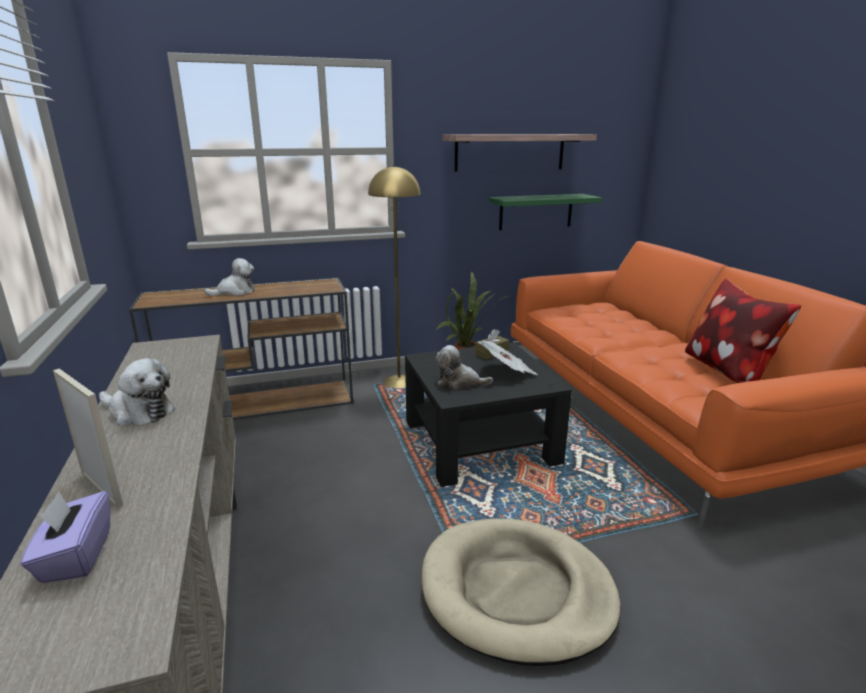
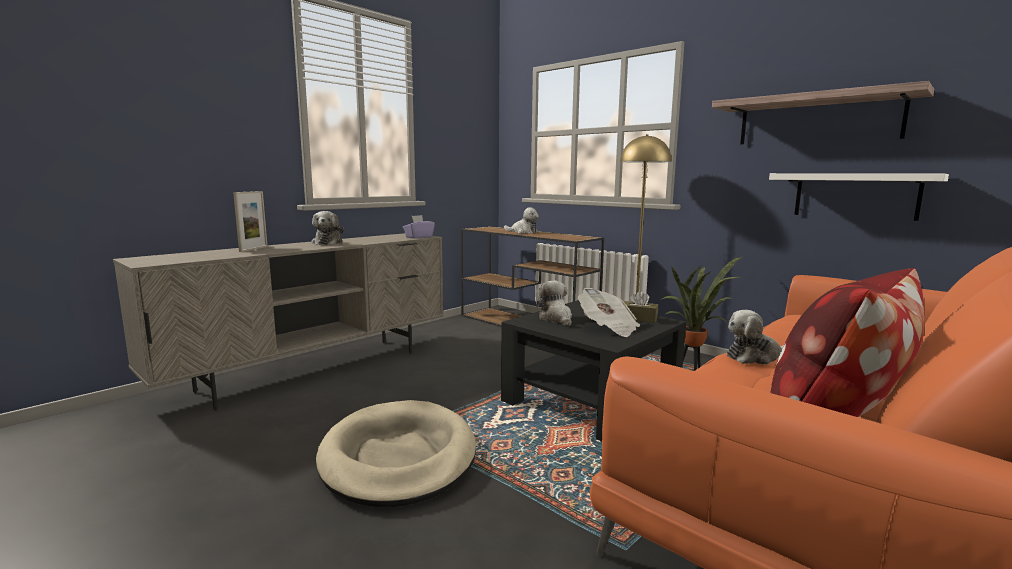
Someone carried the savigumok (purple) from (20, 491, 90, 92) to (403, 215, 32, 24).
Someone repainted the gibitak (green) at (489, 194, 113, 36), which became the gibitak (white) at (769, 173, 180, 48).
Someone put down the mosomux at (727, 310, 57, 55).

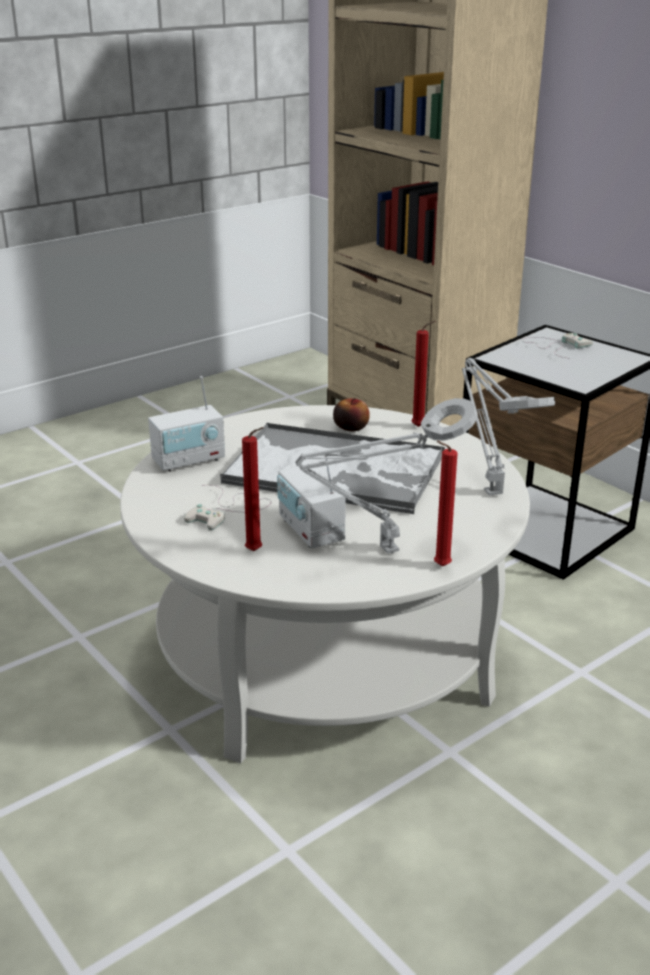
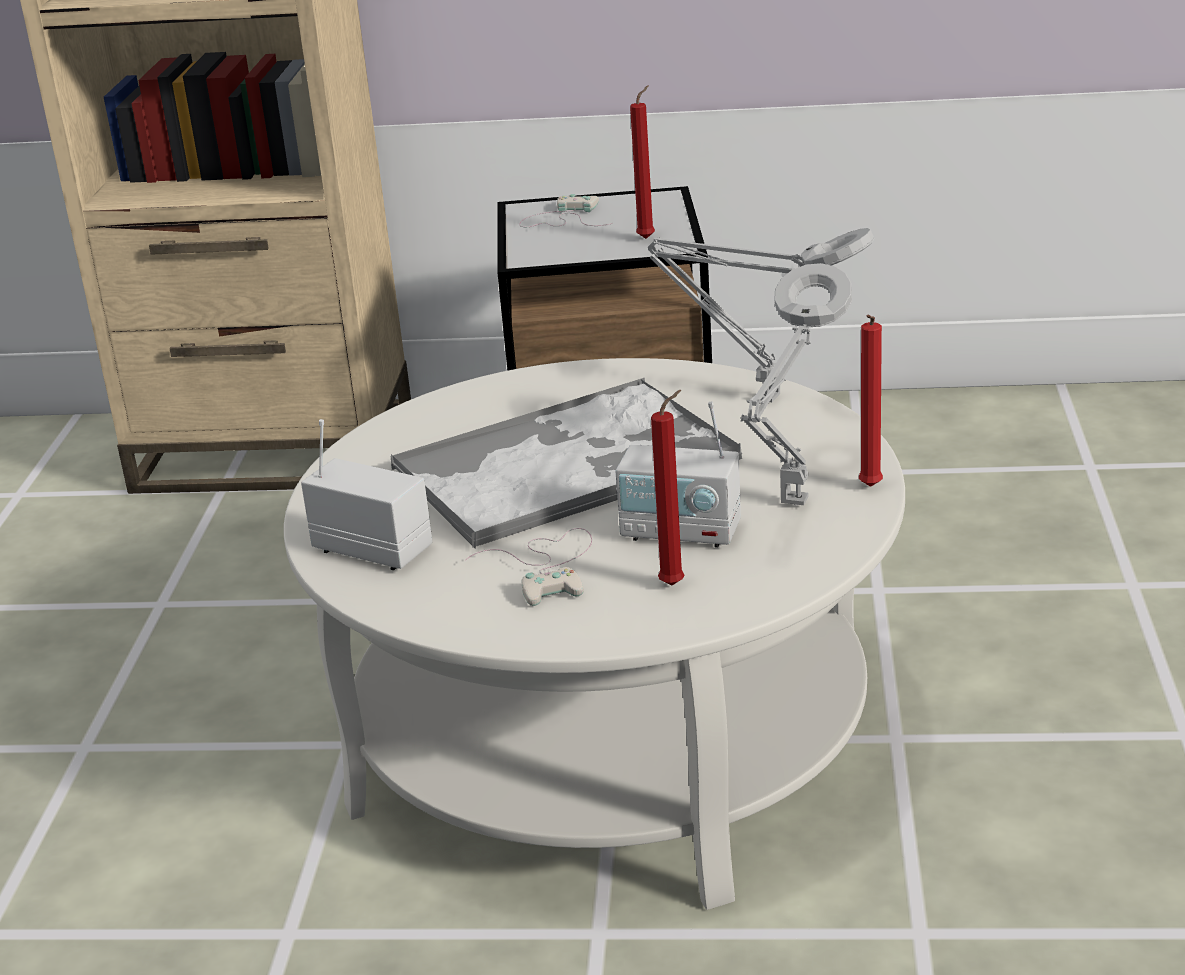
Someone rotated the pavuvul at (148, 376, 77, 96) by 75 degrees counterclockwise.
Someone took away the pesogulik at (333, 398, 37, 33).
Someone carried the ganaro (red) from (412, 321, 23, 106) to (630, 85, 25, 154).

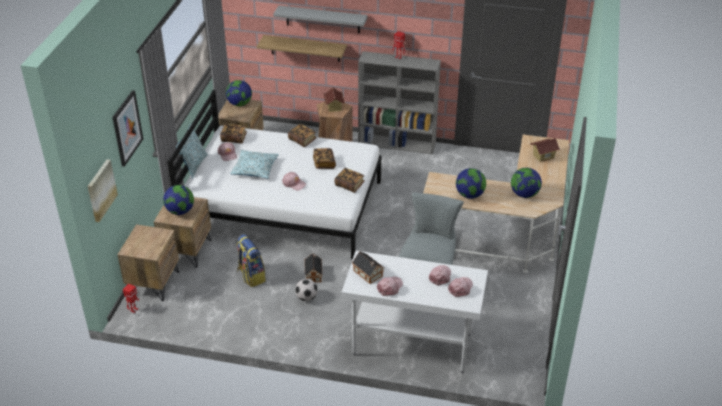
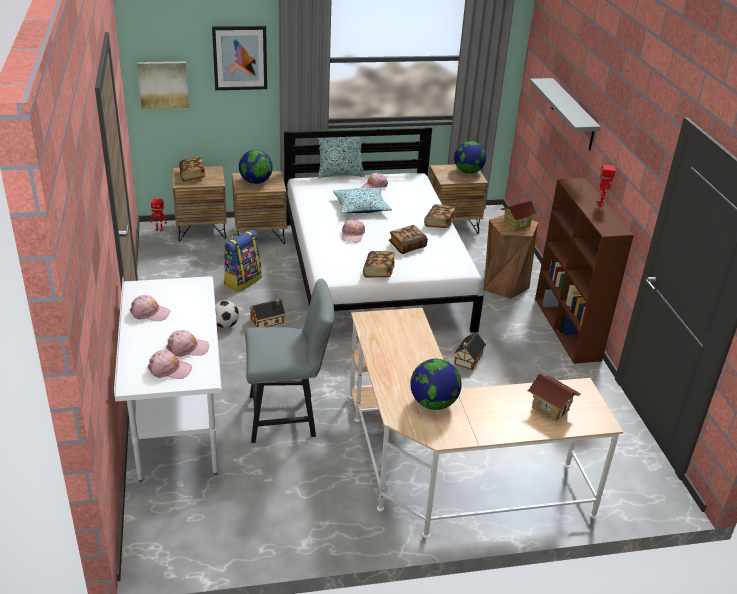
Someone carried the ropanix from (220, 124, 27, 20) to (179, 157, 26, 24).
Someone took away the gibitak at (256, 35, 91, 27).
Someone carried the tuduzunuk from (352, 251, 32, 33) to (454, 332, 32, 38).
Someone repainted the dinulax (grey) at (358, 51, 83, 103), which became the dinulax (brown) at (535, 178, 99, 186).
Someone took away the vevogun at (456, 168, 30, 31).

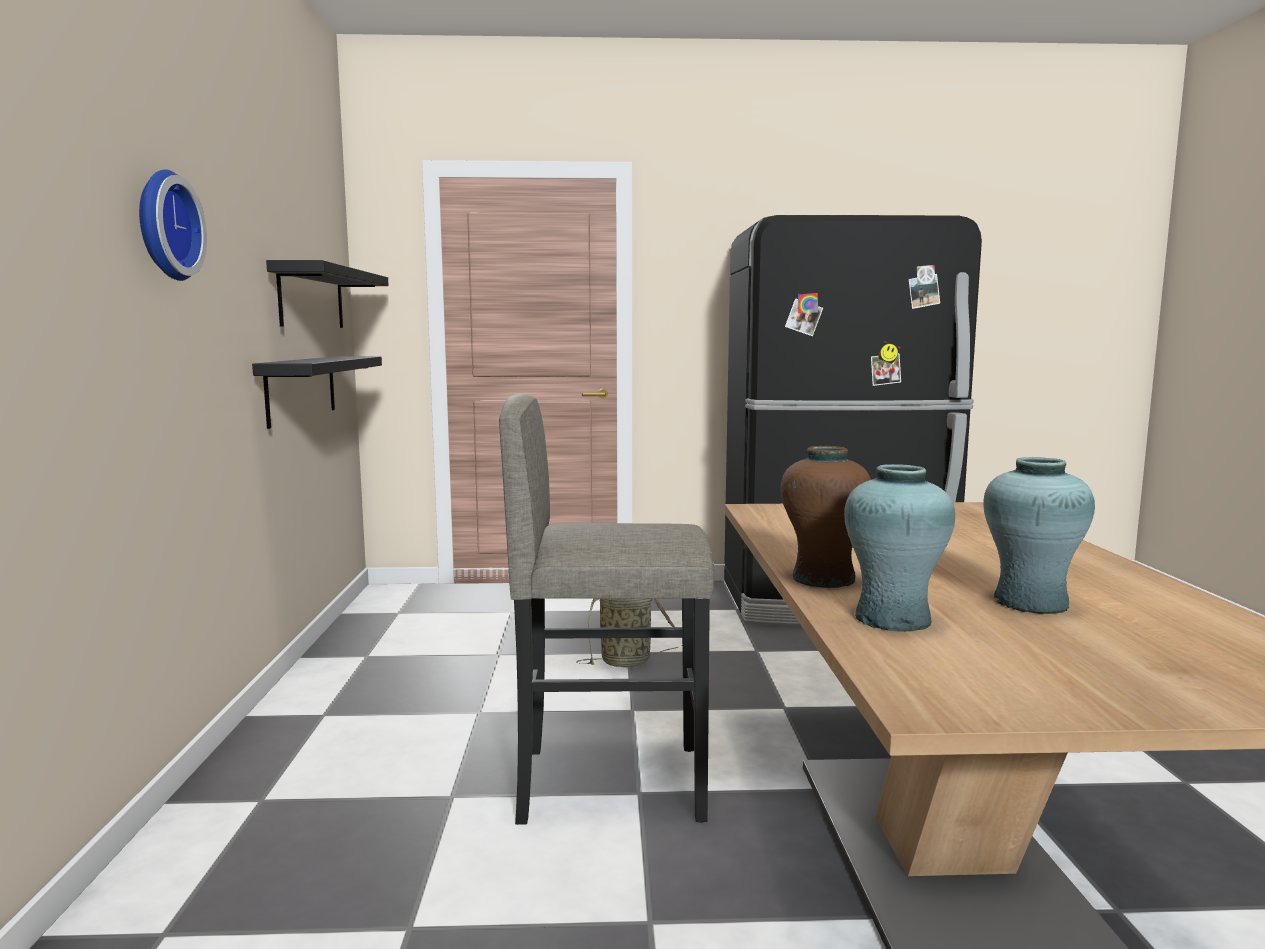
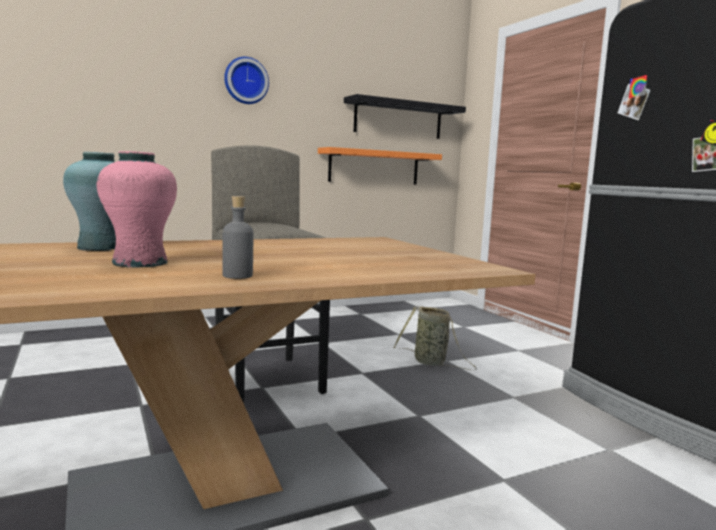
Someone repainted the gibitak (black) at (252, 356, 130, 73), which became the gibitak (orange) at (318, 147, 124, 38).
Someone took away the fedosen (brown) at (780, 446, 91, 142).
Someone repainted the fedosen (turquoise) at (984, 457, 111, 157), which became the fedosen (pink) at (97, 151, 80, 117).
Someone put down the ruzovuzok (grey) at (222, 196, 31, 83).

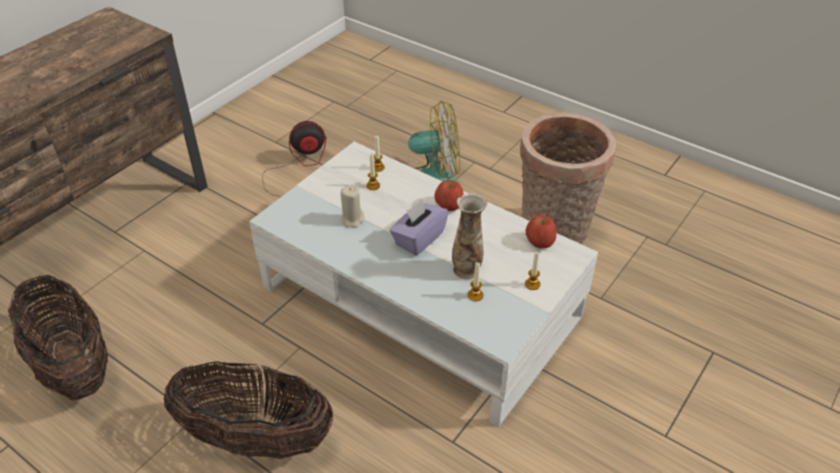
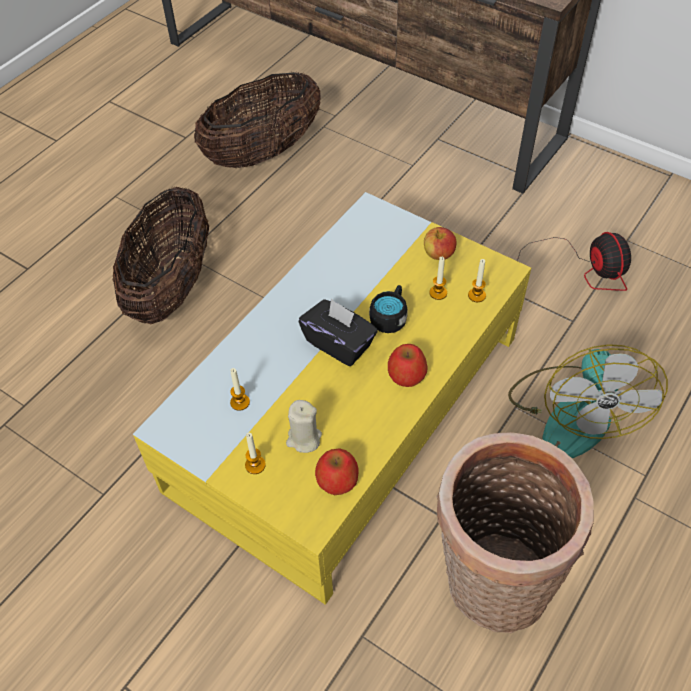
Someone repainted the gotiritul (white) at (249, 142, 349, 285), which became the gotiritul (yellow) at (133, 192, 398, 413).
Someone carried the ganaro (beige) from (340, 186, 24, 42) to (286, 400, 36, 53).
Someone repainted the savigumok (purple) at (390, 199, 59, 56), which became the savigumok (black) at (298, 298, 80, 68).
Someone took away the fedosen at (452, 192, 35, 87).
Someone put down the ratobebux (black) at (369, 285, 39, 48).
Someone put down the pesogulik at (424, 227, 33, 33).

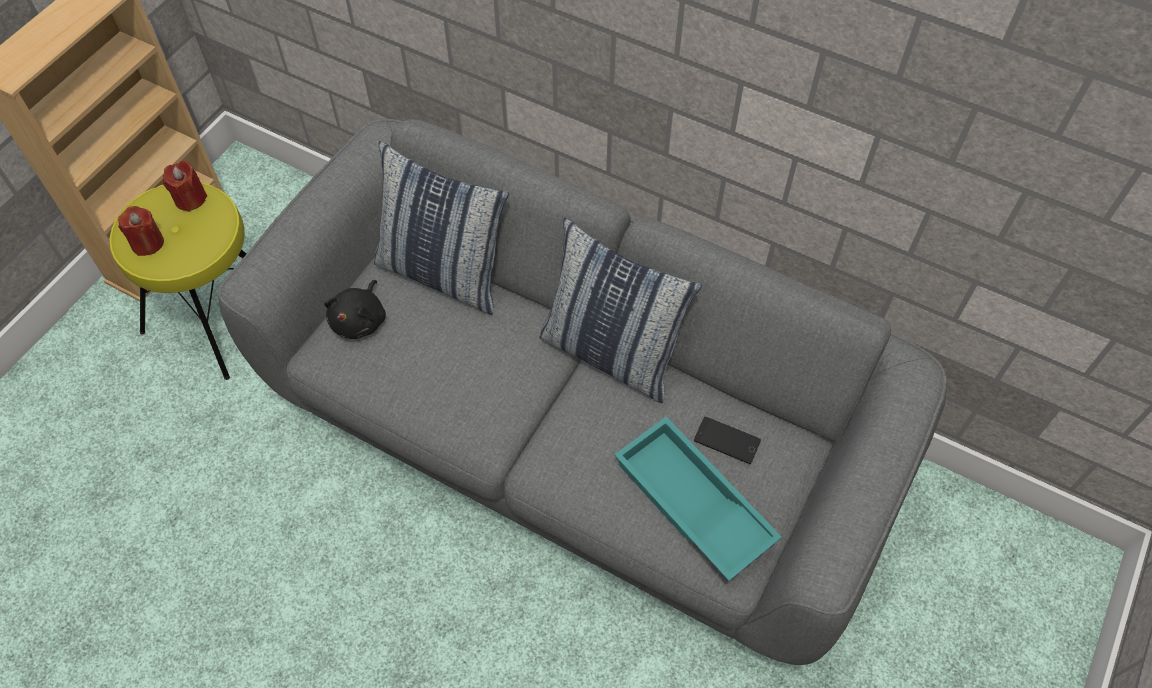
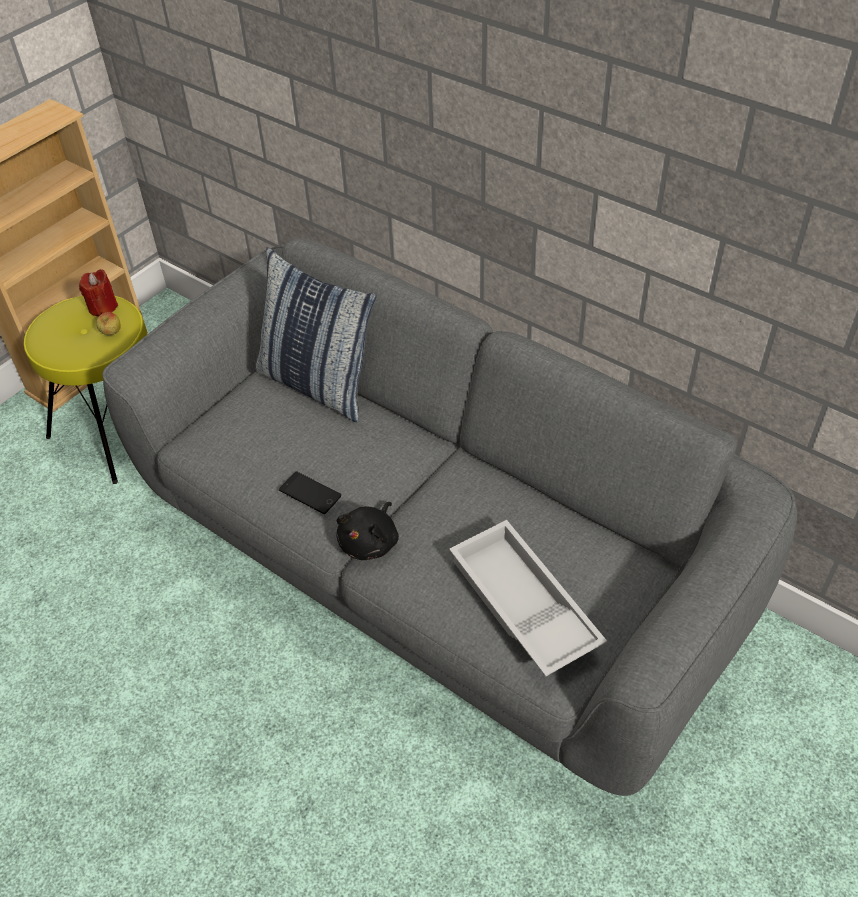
Someone took away the ganaro (red) at (118, 206, 46, 50).
Someone carried the mosomux (black) from (324, 280, 62, 59) to (337, 502, 62, 58).
Someone took away the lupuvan at (539, 218, 163, 185).
Someone repainted the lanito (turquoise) at (614, 417, 168, 164), which became the lanito (white) at (449, 520, 158, 157).
Someone carried the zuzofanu from (694, 417, 67, 47) to (279, 472, 62, 42).
Someone put down the pesogulik at (96, 312, 25, 23).

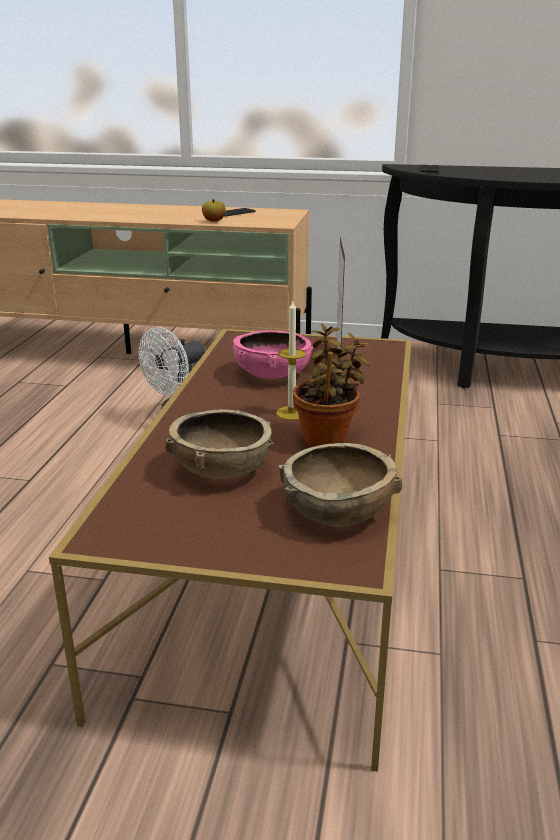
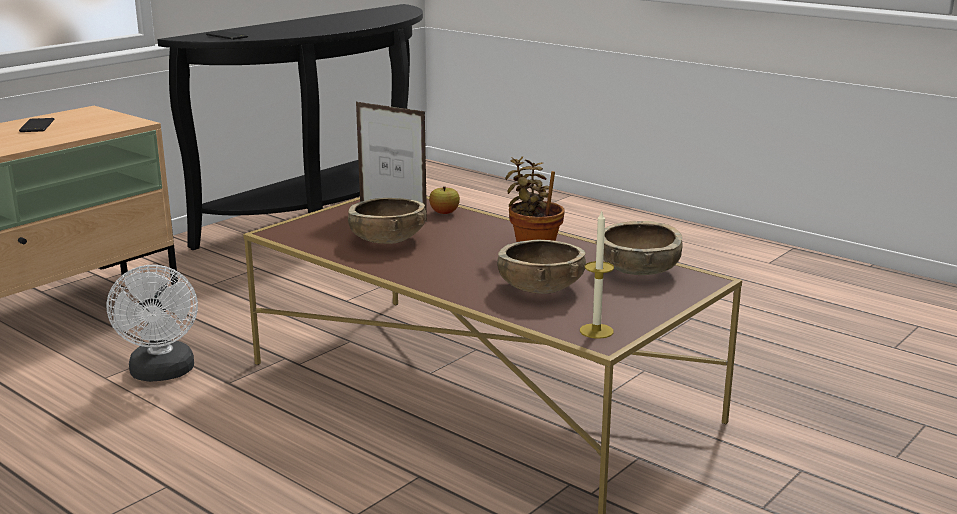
Someone carried the pesogulik from (202, 199, 24, 23) to (429, 186, 31, 28).
Someone repainted the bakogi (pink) at (233, 330, 81, 49), which became the bakogi (brown) at (348, 198, 78, 46).
Someone carried the ganaro from (276, 299, 30, 121) to (580, 211, 34, 128).

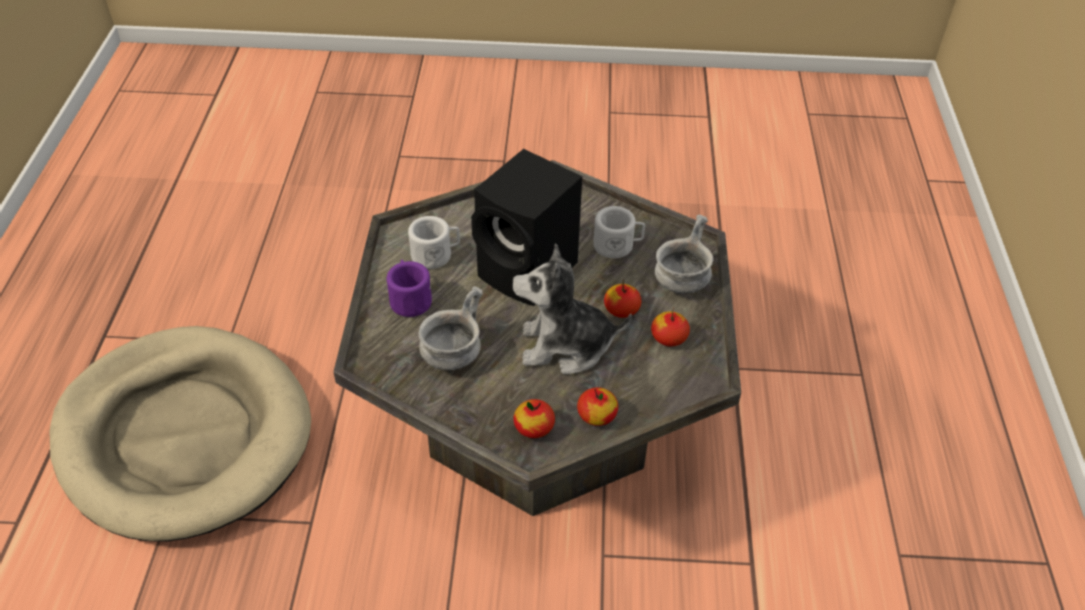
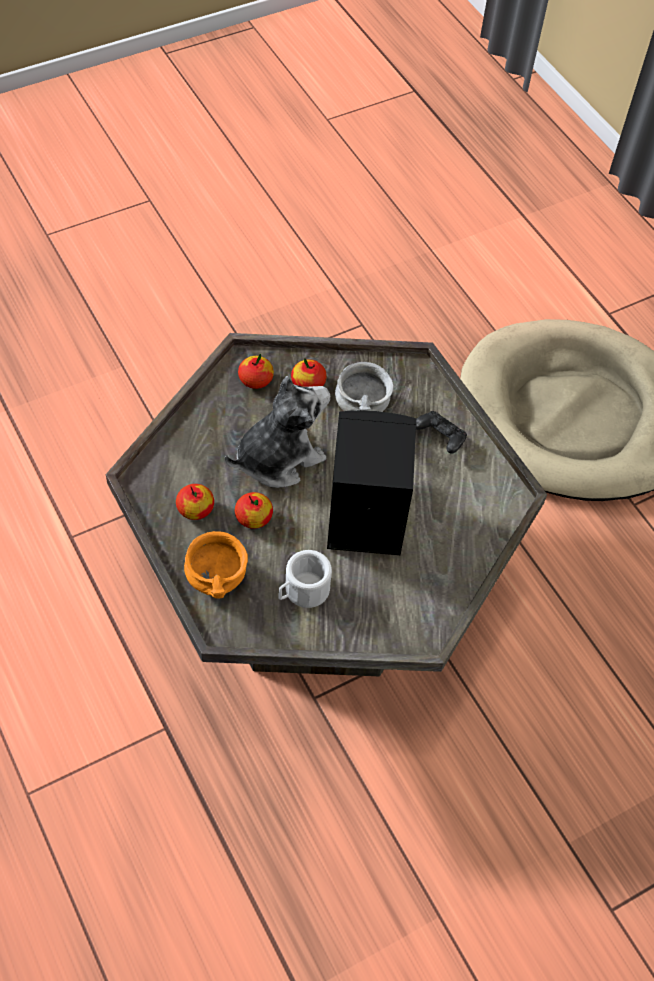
Someone swapped the ratobebux (purple) at (387, 260, 45, 57) for the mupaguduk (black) at (416, 411, 51, 43).
Someone took away the ratobebux (white) at (408, 216, 52, 53).
Someone carried the pesogulik from (577, 387, 41, 39) to (291, 358, 36, 29).
Someone repainted the bakogi (grey) at (655, 215, 59, 79), which became the bakogi (orange) at (184, 531, 64, 67).

